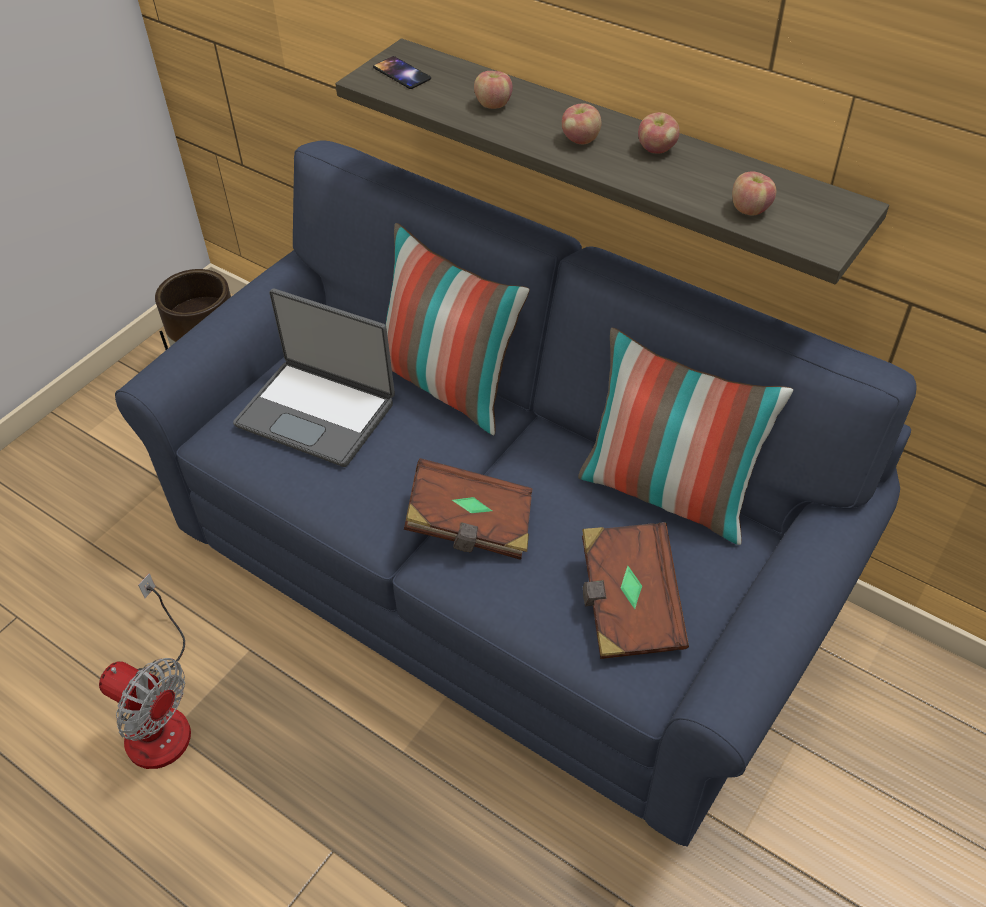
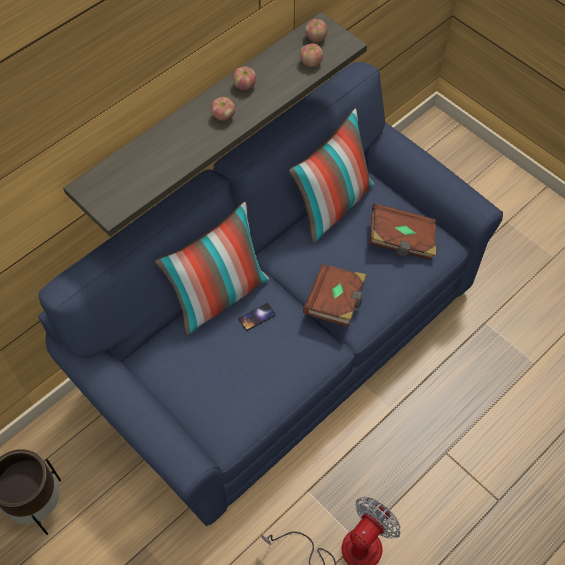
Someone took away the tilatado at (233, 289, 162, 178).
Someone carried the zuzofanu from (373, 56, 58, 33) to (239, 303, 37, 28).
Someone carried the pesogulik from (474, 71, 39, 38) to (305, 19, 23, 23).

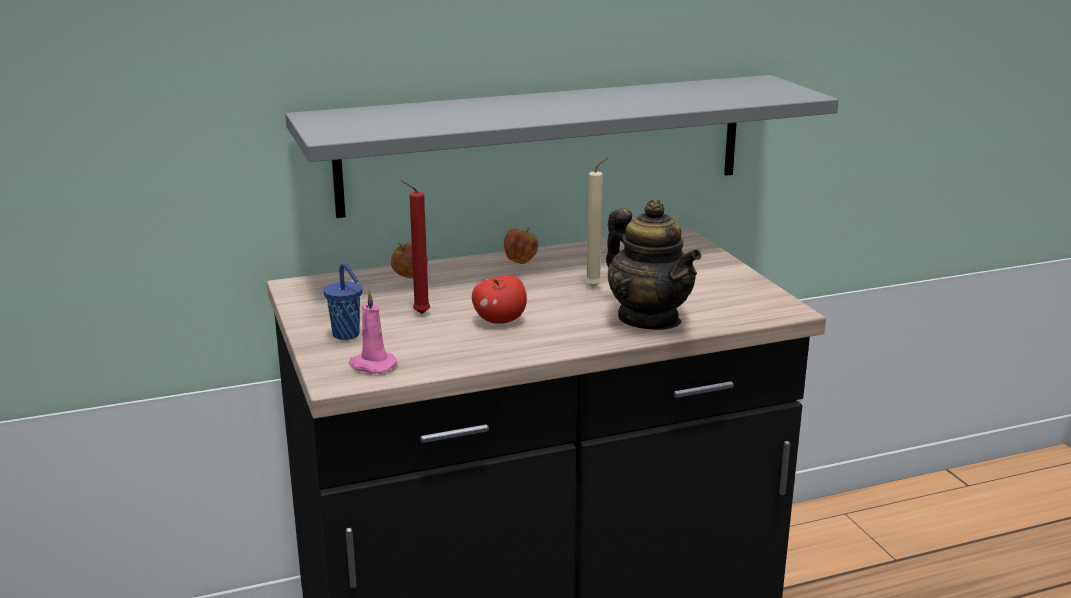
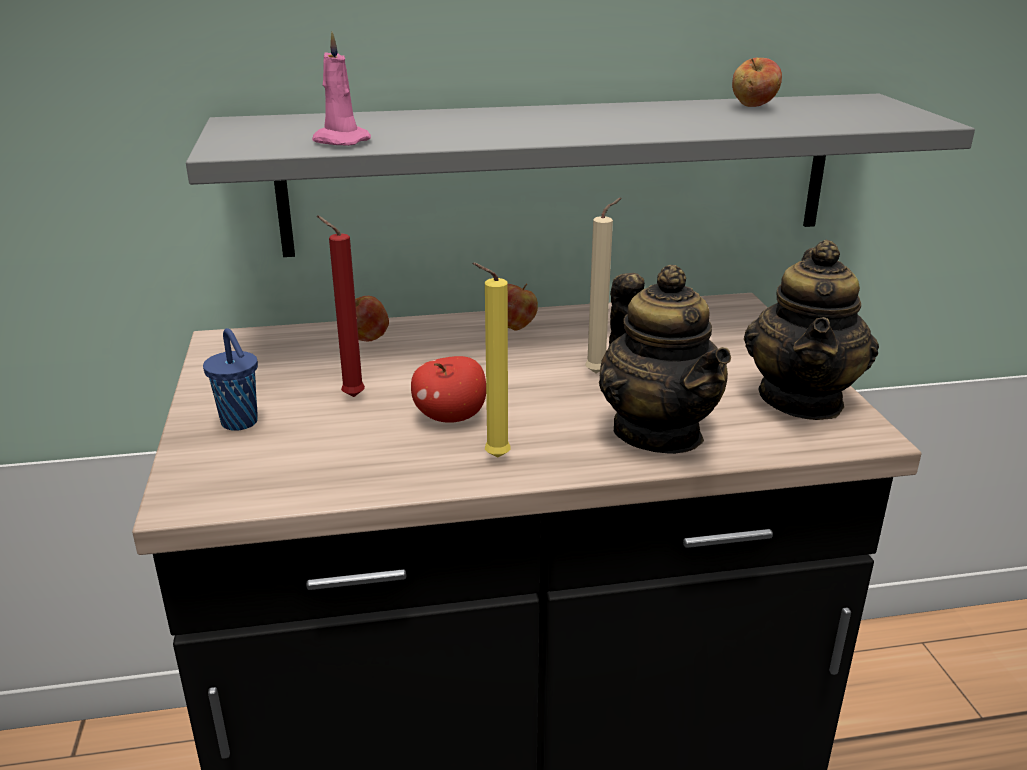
Someone carried the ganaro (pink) from (349, 290, 49, 83) to (312, 32, 59, 114).
Someone put down the ganaro (yellow) at (472, 263, 39, 194).
Someone put down the pesogulik at (732, 58, 50, 49).
Someone put down the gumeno at (744, 240, 135, 180).

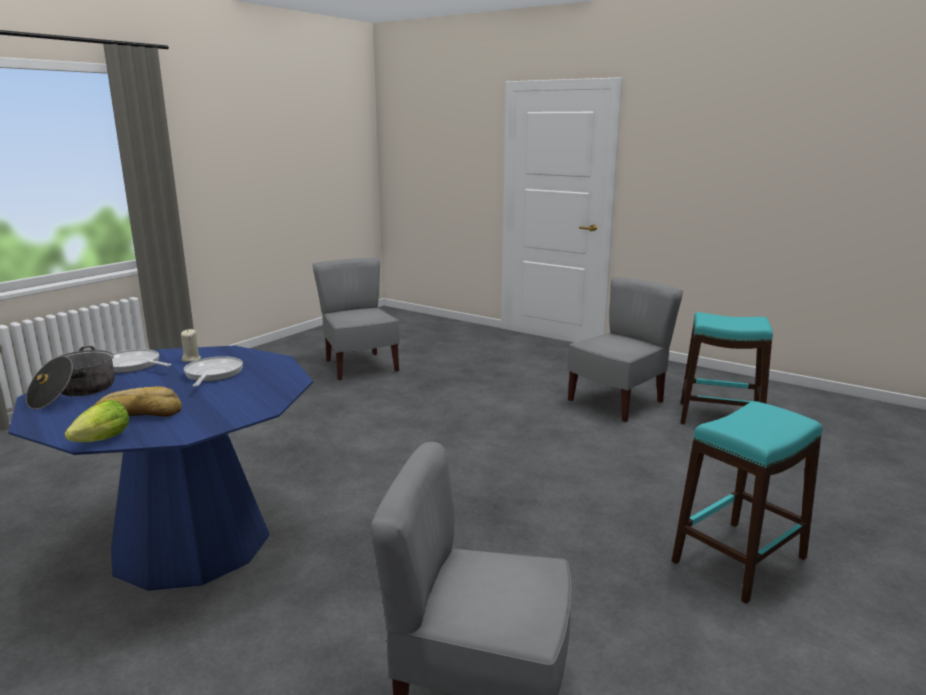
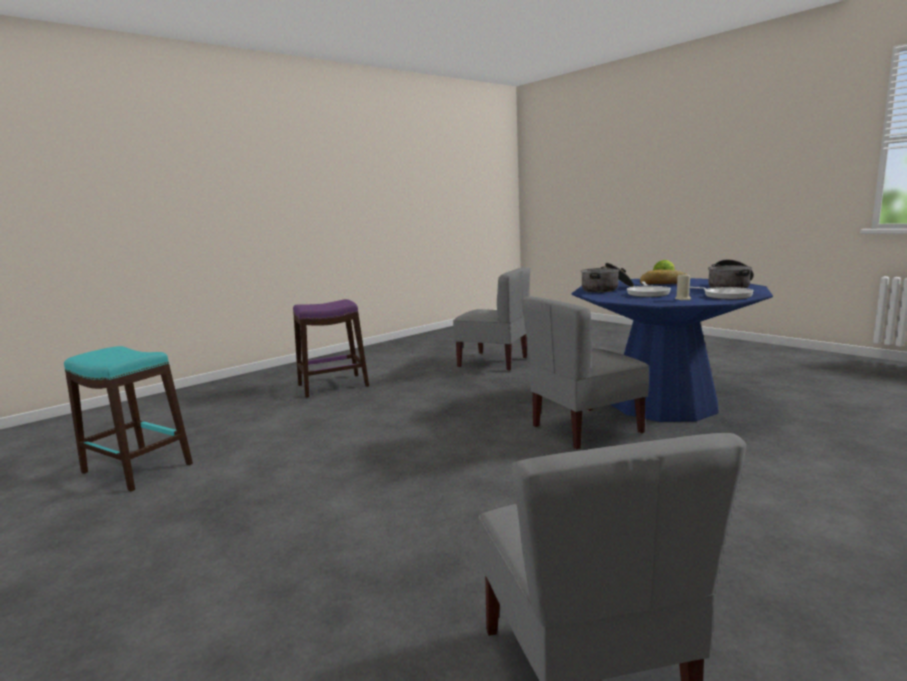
Someone carried the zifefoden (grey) from (568, 277, 115, 145) to (522, 297, 127, 153).
Someone repainted the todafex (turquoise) at (672, 401, 151, 203), which became the todafex (purple) at (293, 299, 76, 98).
Someone put down the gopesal at (581, 263, 53, 30).

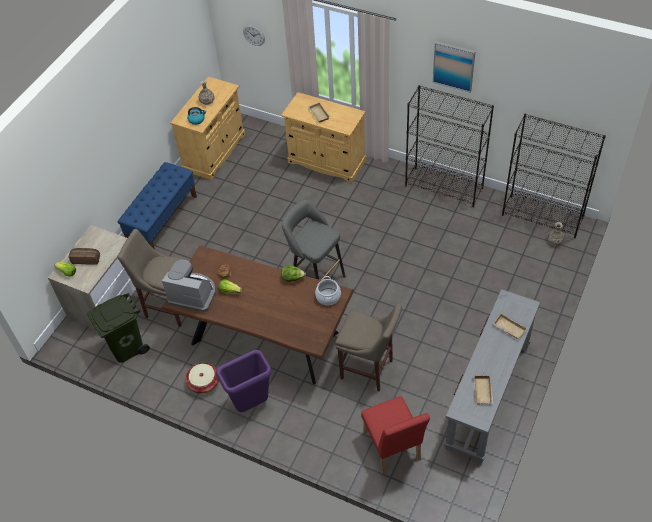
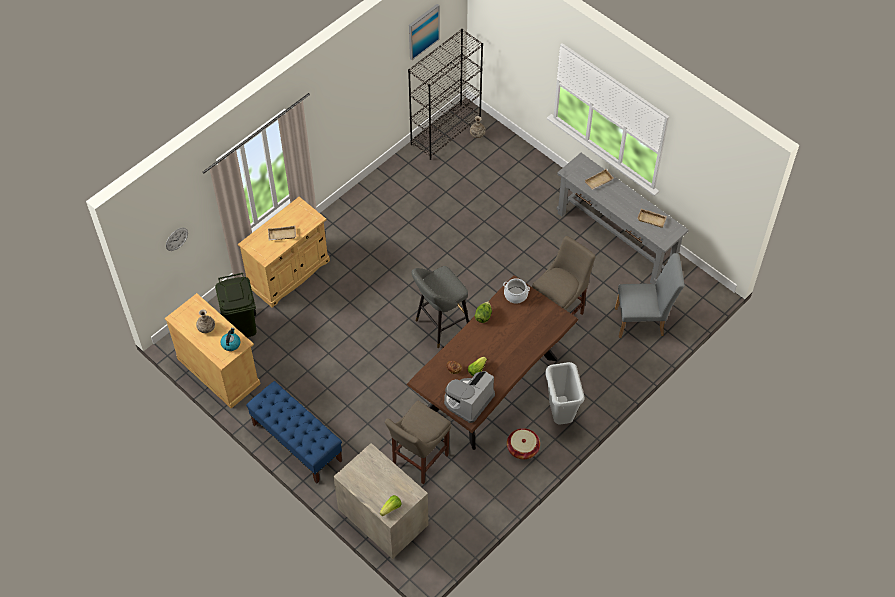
Someone took away the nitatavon at (69, 248, 31, 17).
Someone carried the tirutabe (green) from (87, 293, 63, 70) to (215, 273, 42, 64).
Someone repainted the tirutabe (purple) at (216, 350, 56, 62), which became the tirutabe (grey) at (545, 362, 40, 62).
Someone repainted the zifefoden (red) at (361, 396, 69, 79), which became the zifefoden (grey) at (615, 253, 70, 85).
Someone took away the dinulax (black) at (405, 85, 89, 122).
Someone carried the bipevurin from (433, 41, 42, 51) to (409, 4, 31, 56).

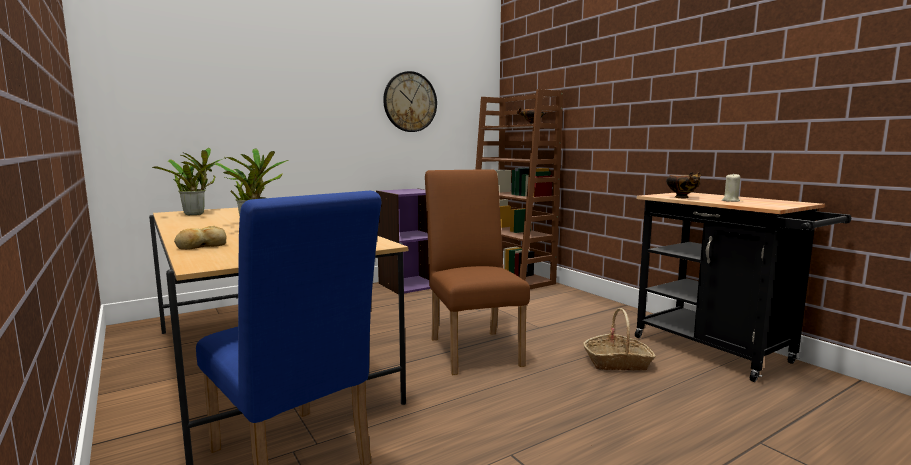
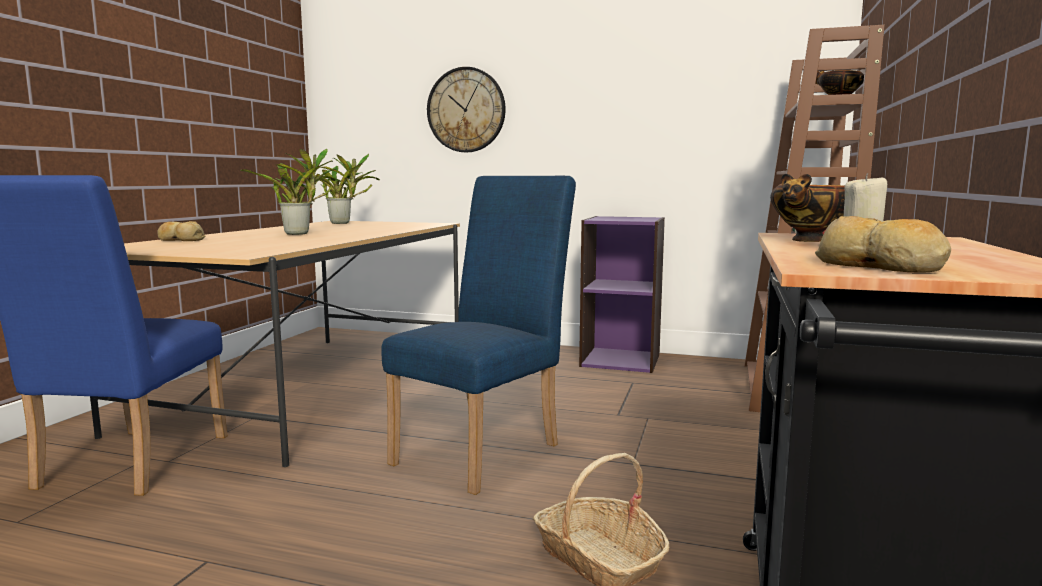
Someone carried the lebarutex from (383, 71, 54, 61) to (427, 67, 79, 85).
Someone repainted the zifefoden (brown) at (425, 169, 105, 206), which became the zifefoden (blue) at (381, 176, 195, 319).
Someone put down the nitatavon at (815, 216, 136, 56).

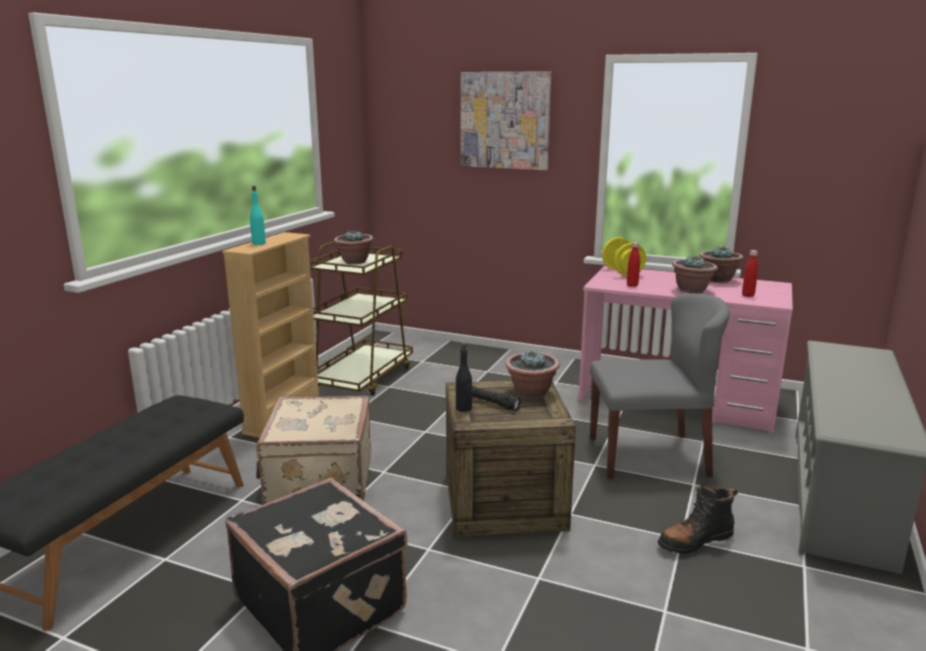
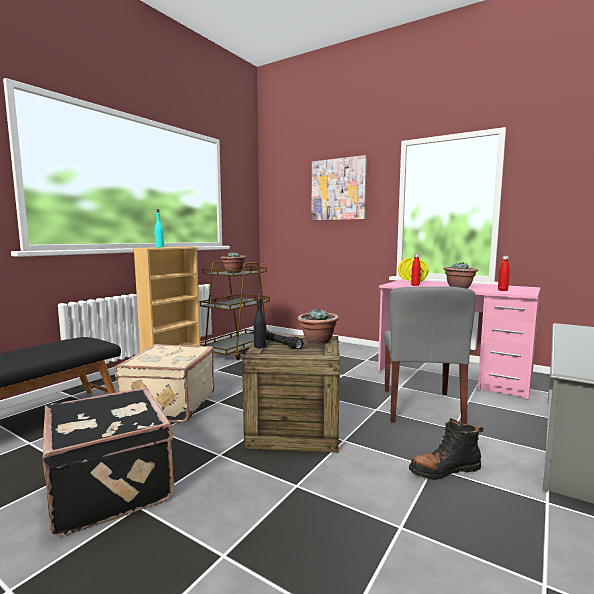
Someone rotated the zifefoden (grey) at (590, 293, 140, 186) by 90 degrees clockwise.
Someone took away the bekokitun at (699, 246, 44, 37).

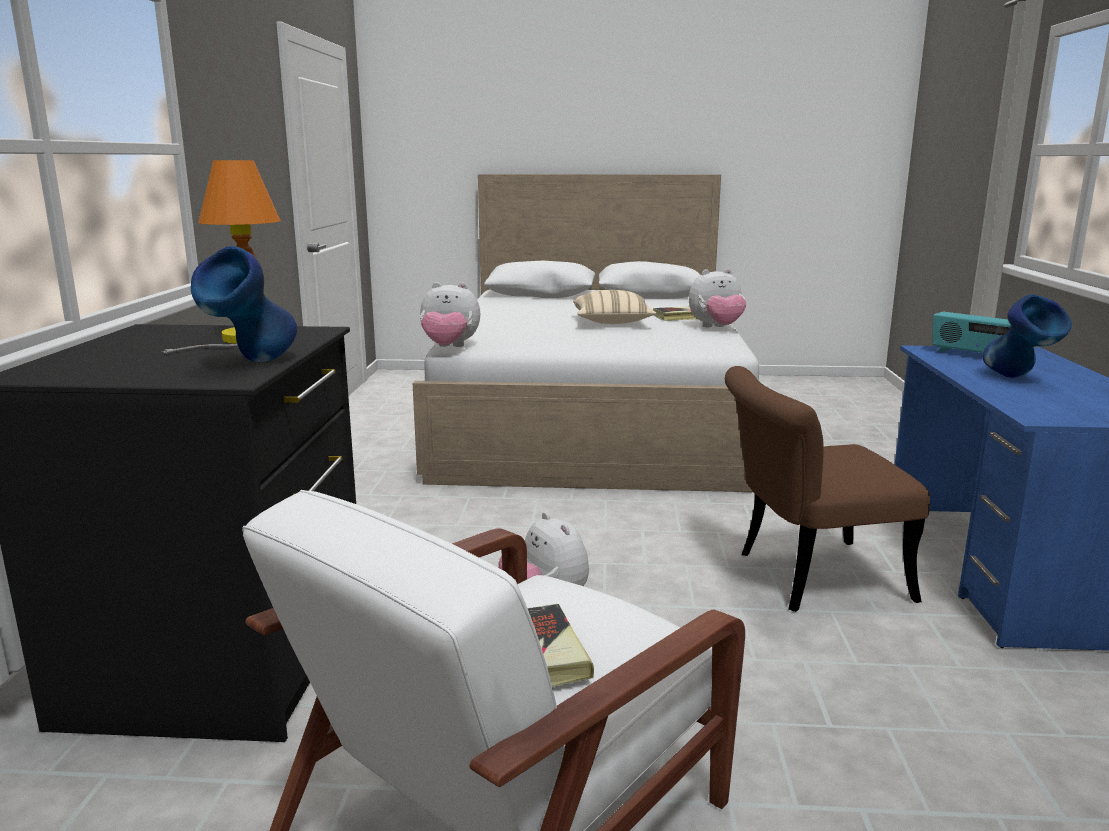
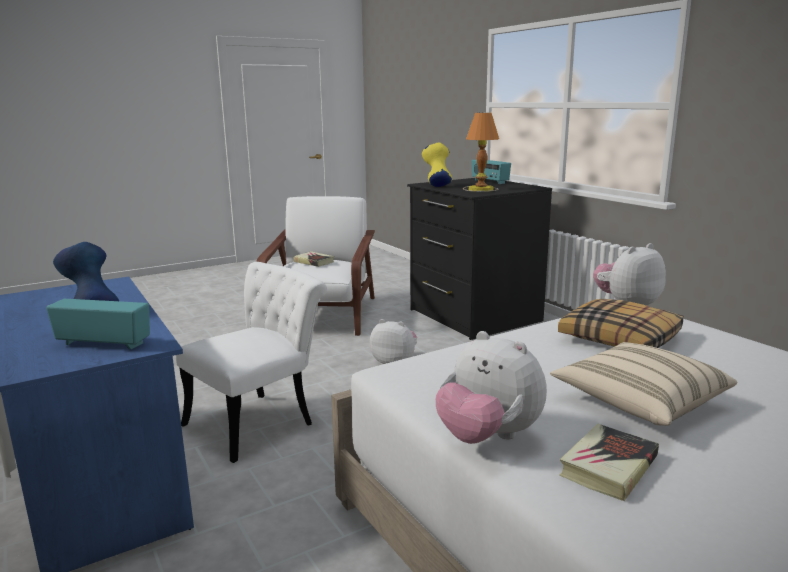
Someone repainted the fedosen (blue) at (191, 246, 106, 116), which became the fedosen (yellow) at (422, 142, 30, 45).
Someone rotated the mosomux at (689, 269, 57, 58) by 90 degrees counterclockwise.
Someone repainted the zifefoden (brown) at (725, 366, 205, 246), which became the zifefoden (white) at (176, 262, 151, 201).
Someone put down the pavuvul at (471, 160, 40, 24).
Someone put down the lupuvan at (558, 299, 125, 49).

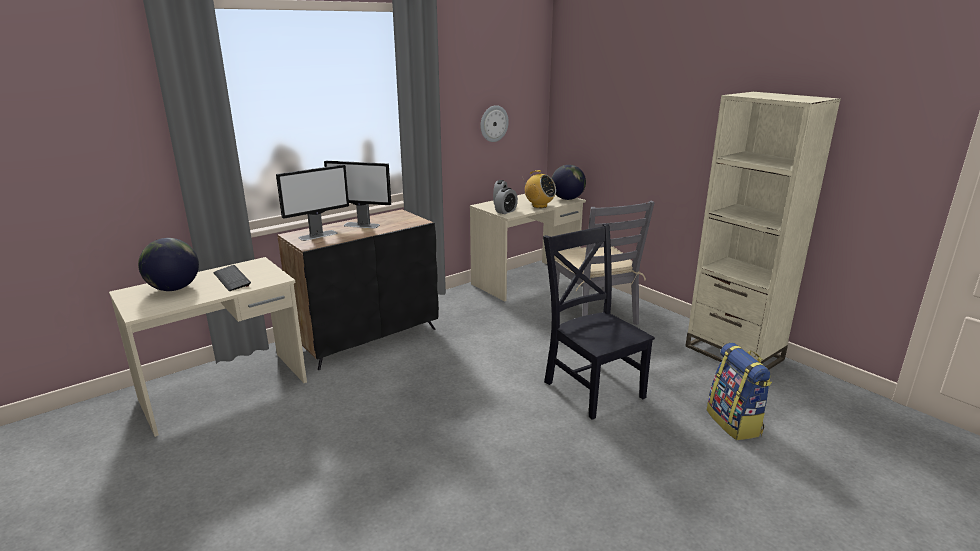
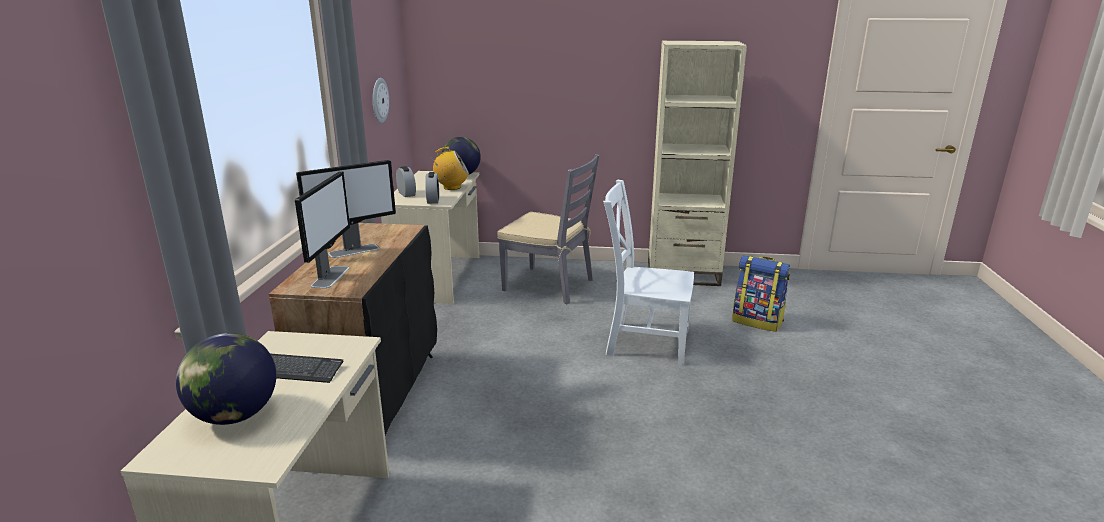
Someone repainted the zifefoden (black) at (543, 224, 112, 195), which became the zifefoden (white) at (603, 180, 91, 185).

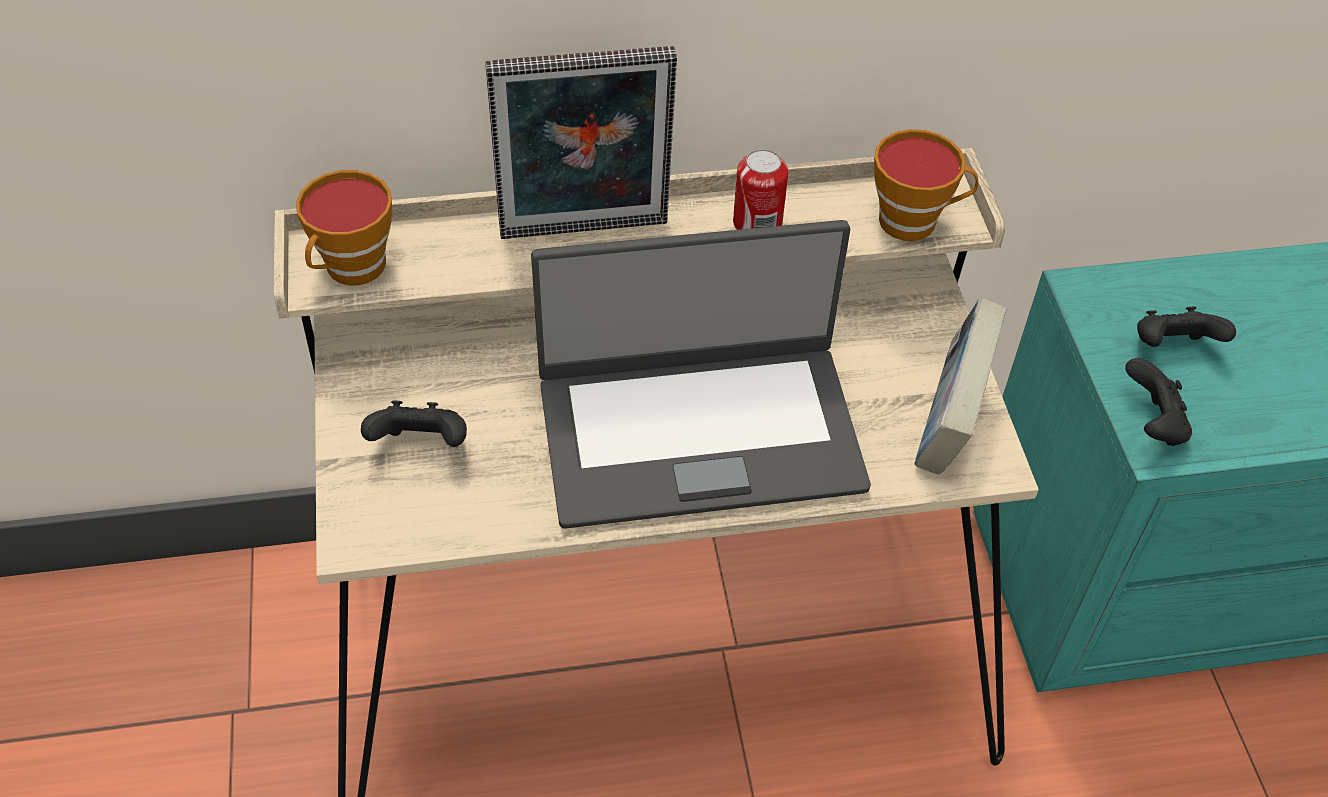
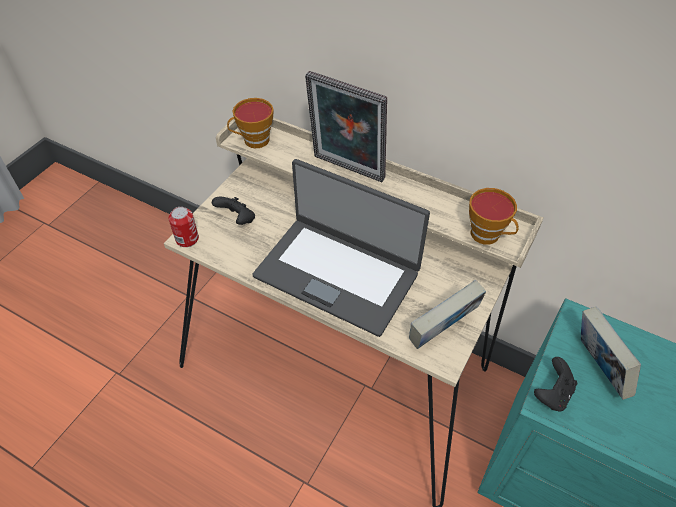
Someone carried the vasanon from (733, 149, 55, 81) to (169, 207, 30, 40).
Someone swapped the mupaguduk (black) at (1137, 306, 99, 41) for the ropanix at (581, 307, 60, 93).

